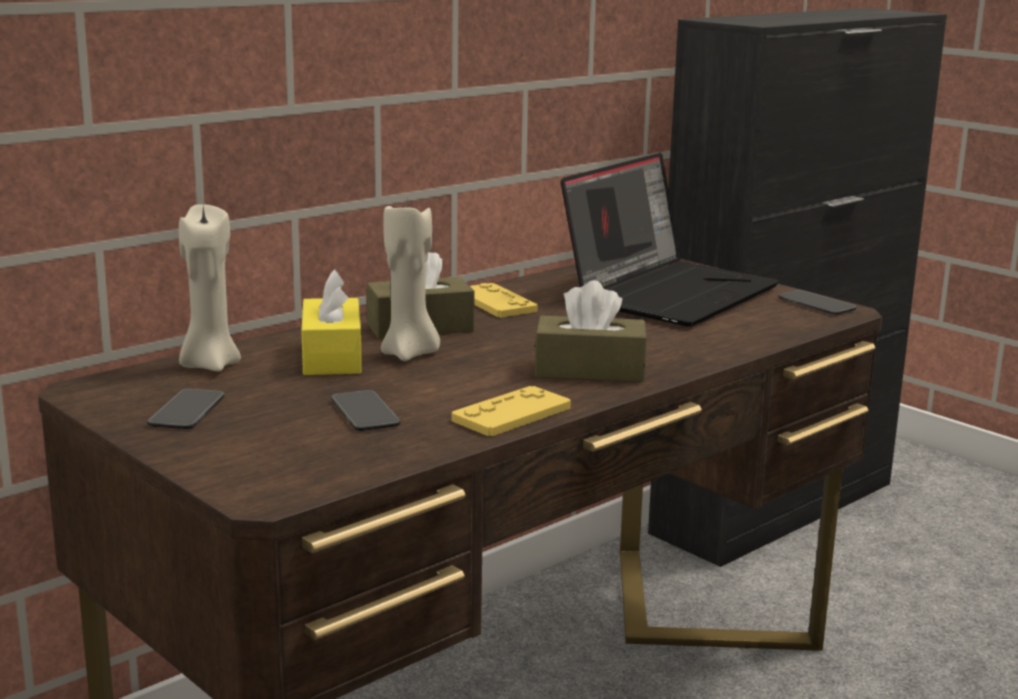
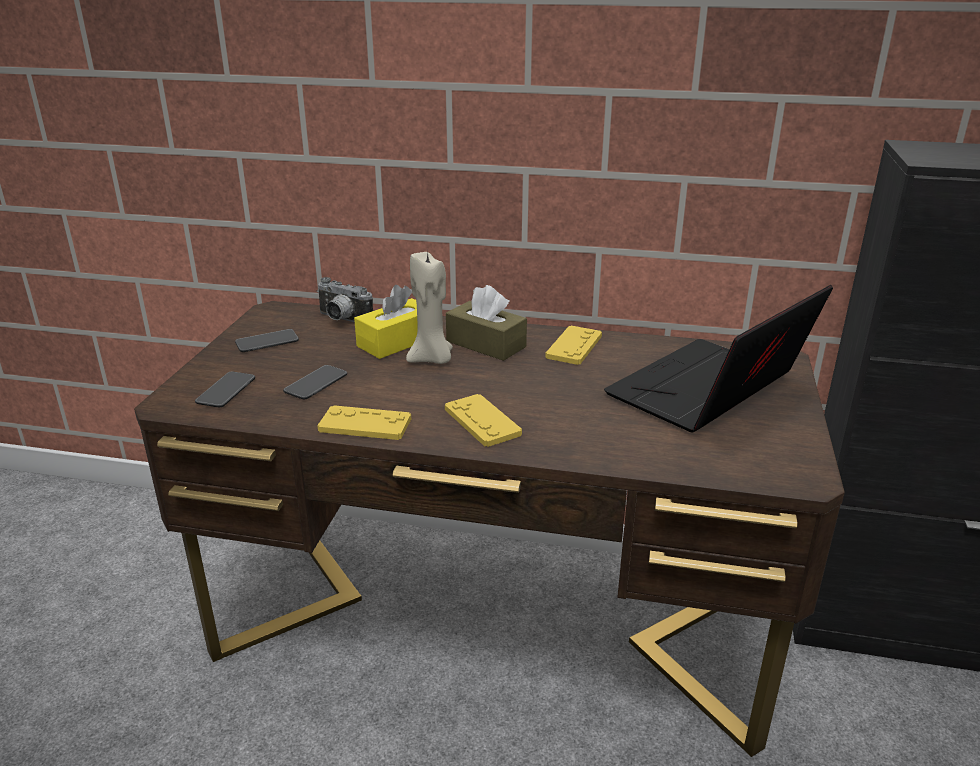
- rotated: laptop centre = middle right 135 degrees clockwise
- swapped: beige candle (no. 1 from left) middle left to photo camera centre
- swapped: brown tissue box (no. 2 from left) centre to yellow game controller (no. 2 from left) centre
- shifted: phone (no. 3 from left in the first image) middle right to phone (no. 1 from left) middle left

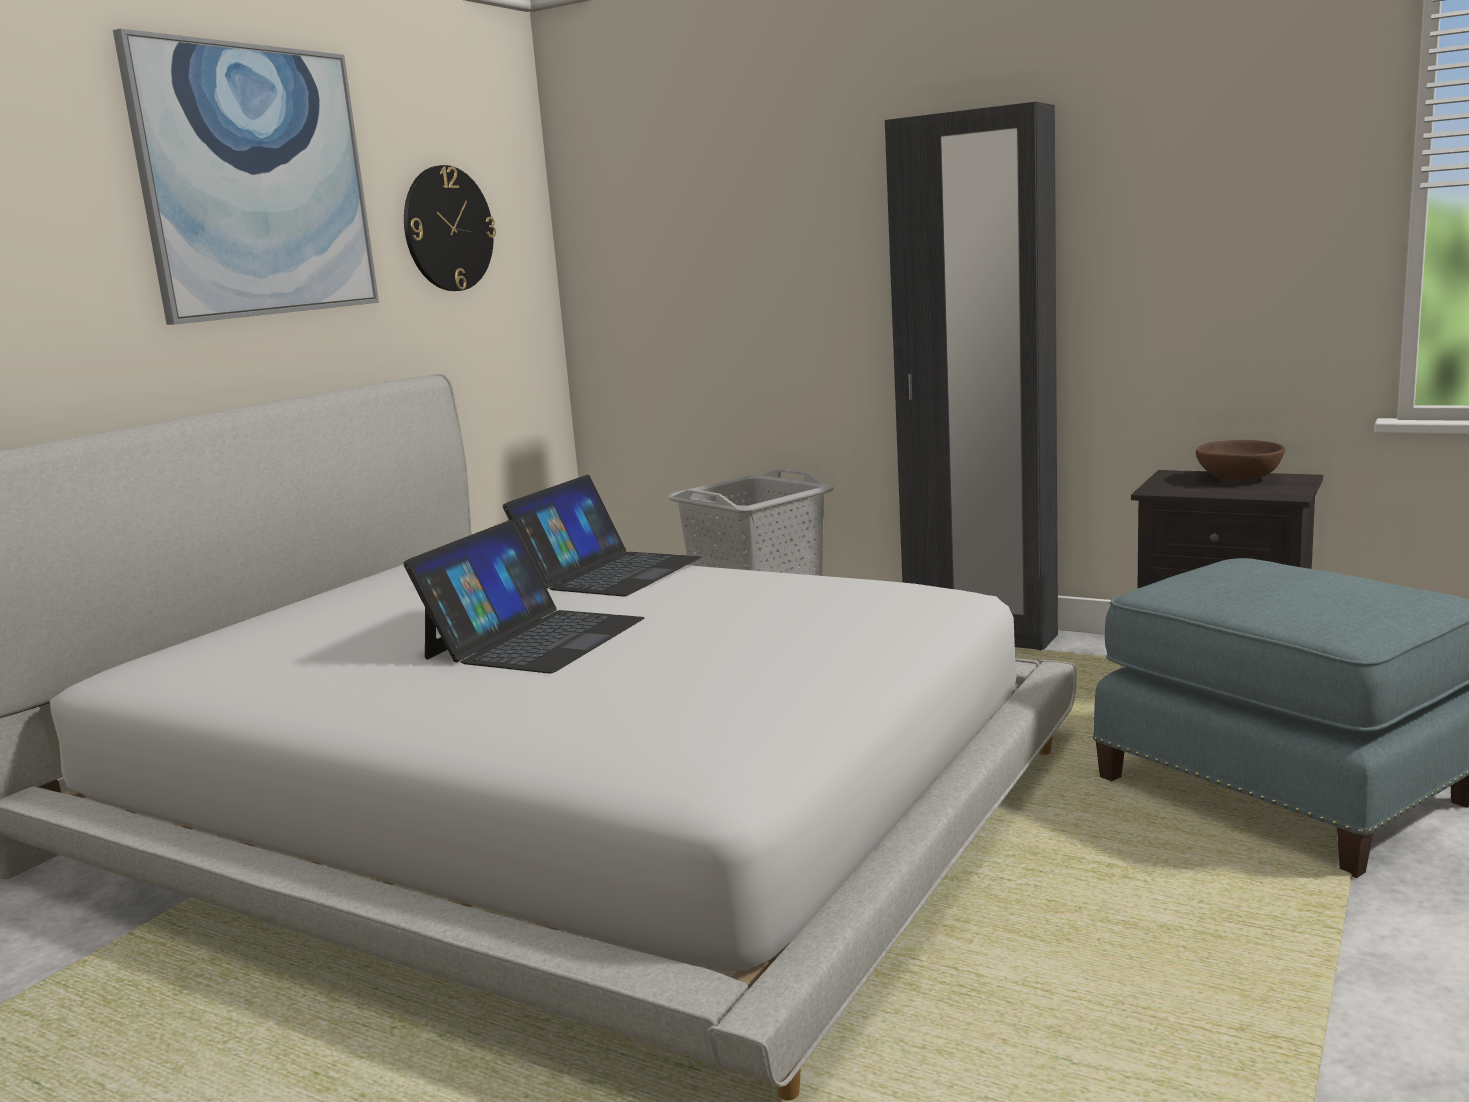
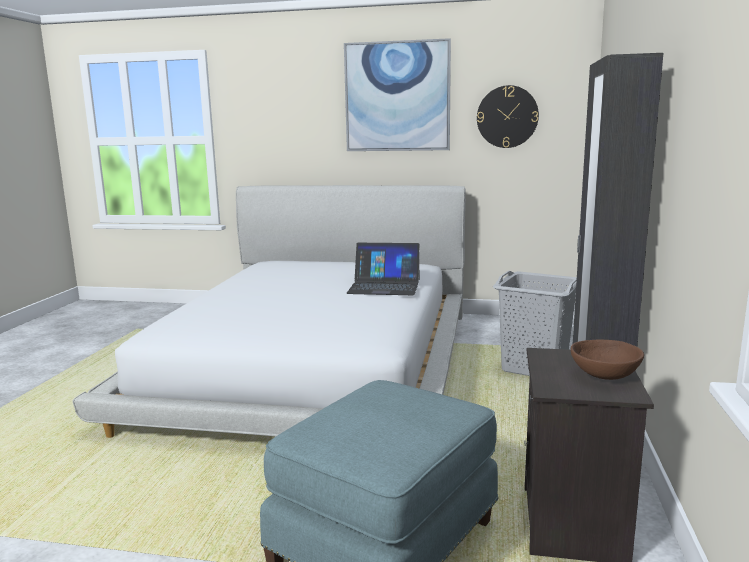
- gone: laptop (no. 1 from left) centre

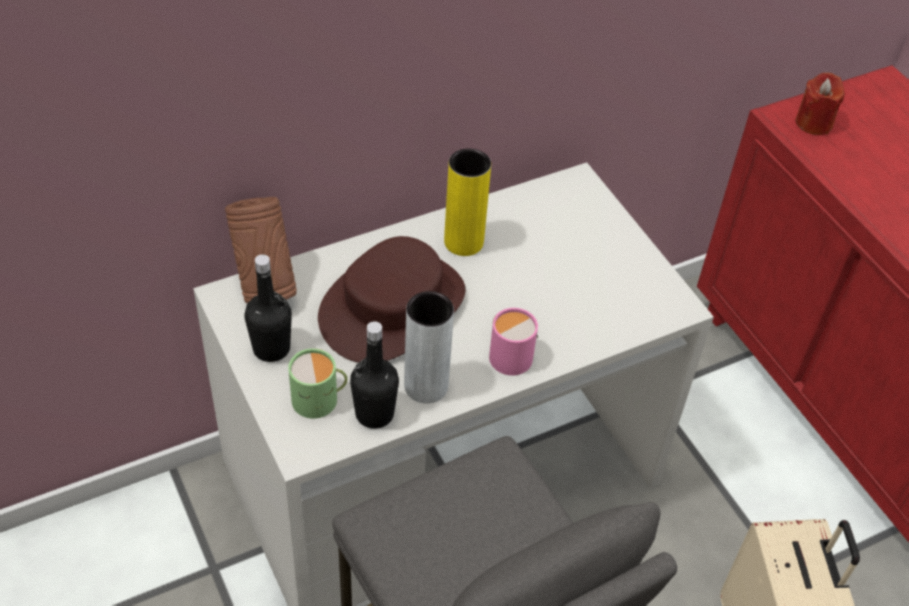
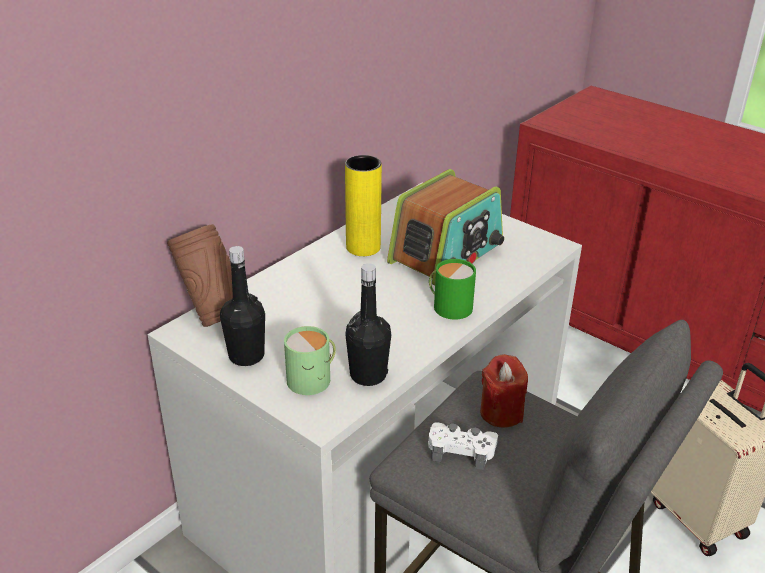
- shifted: red candle top right to bottom centre
- gone: brown hat centre
- gone: grey vase centre
- repainted: pink mug centre to green mug (no. 2 from left) centre
- new: radio centre
- new: white game controller bottom centre

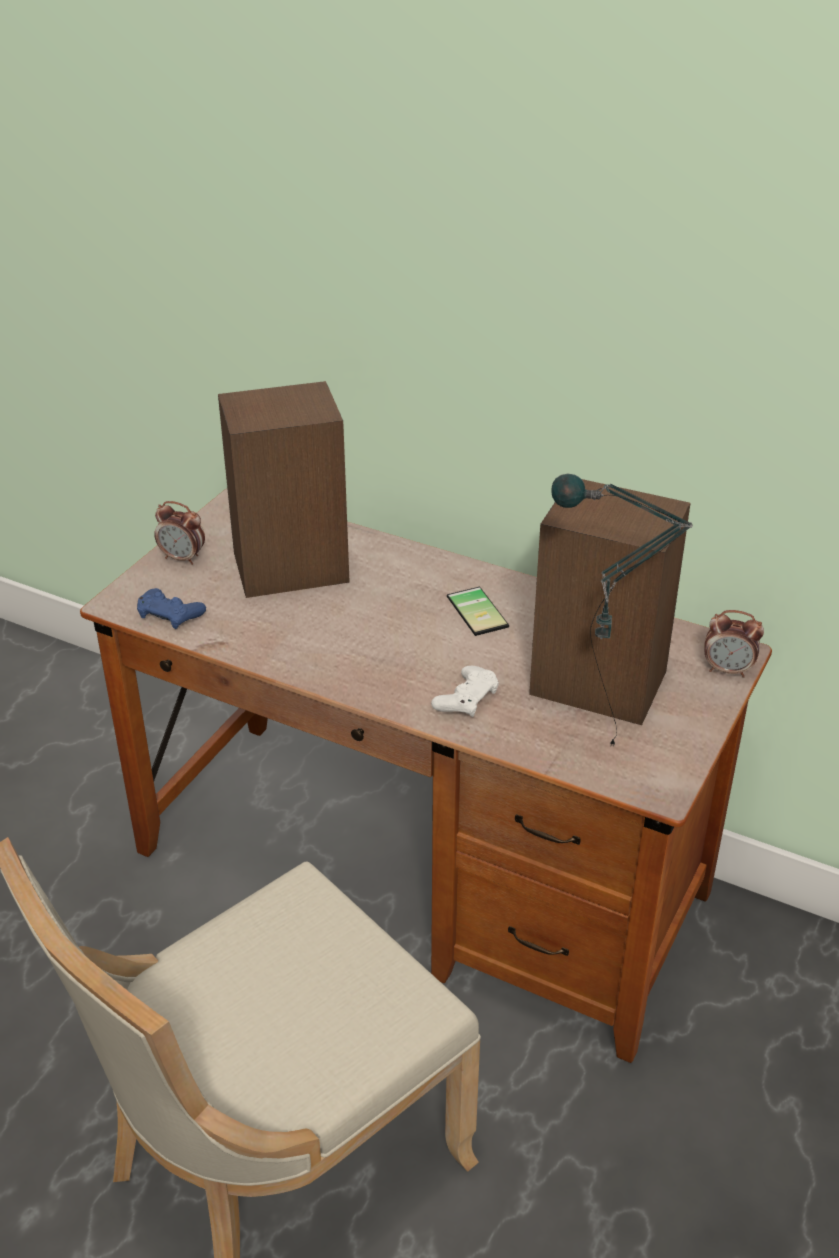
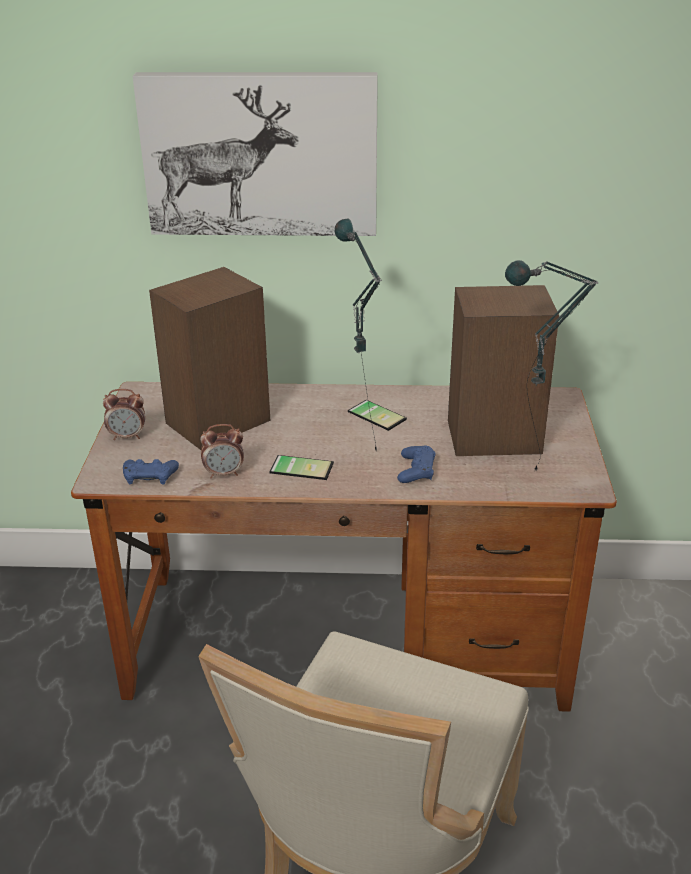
- shifted: alarm clock (no. 2 from left) middle right to middle left
- repainted: white game controller centre to blue game controller (no. 2 from left) centre
- new: picture top centre
- new: table lamp (no. 1 from left) centre
- new: phone (no. 1 from left) centre

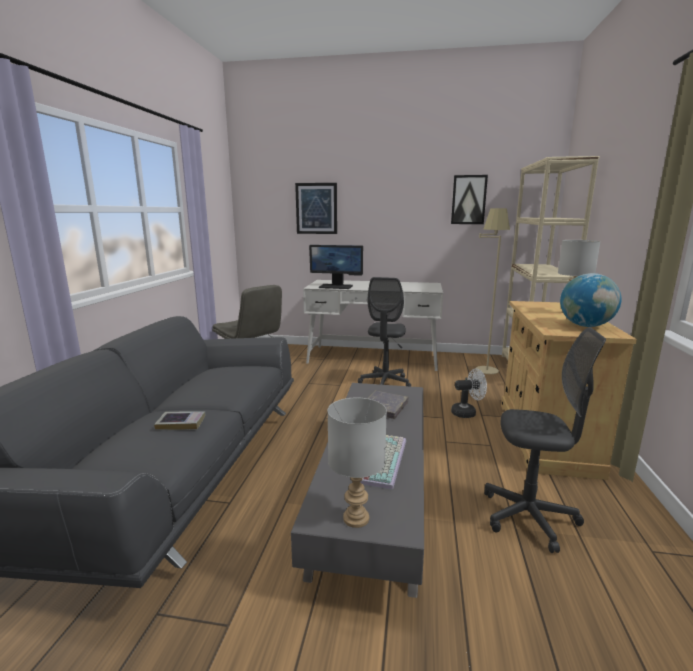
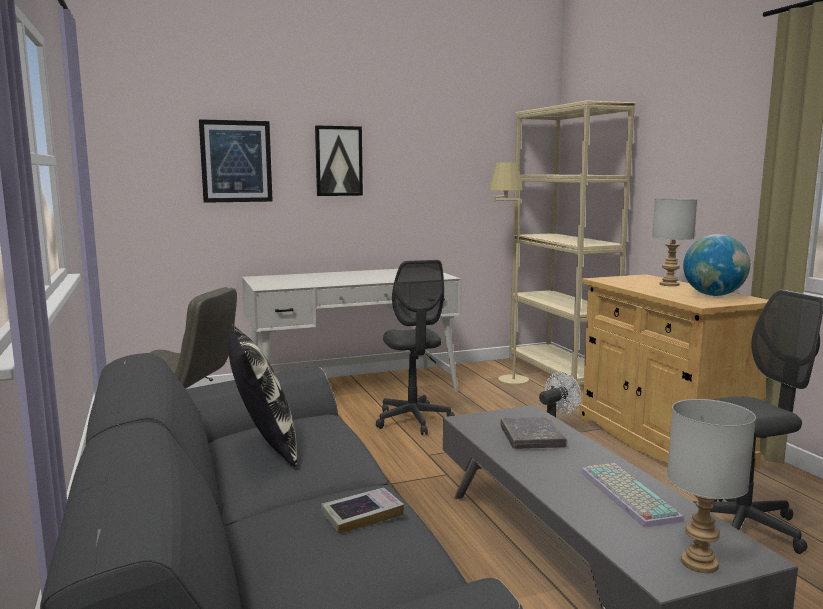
- shifted: picture (no. 2 from left) top right to top centre
- gone: monitor centre
- new: pillow middle left

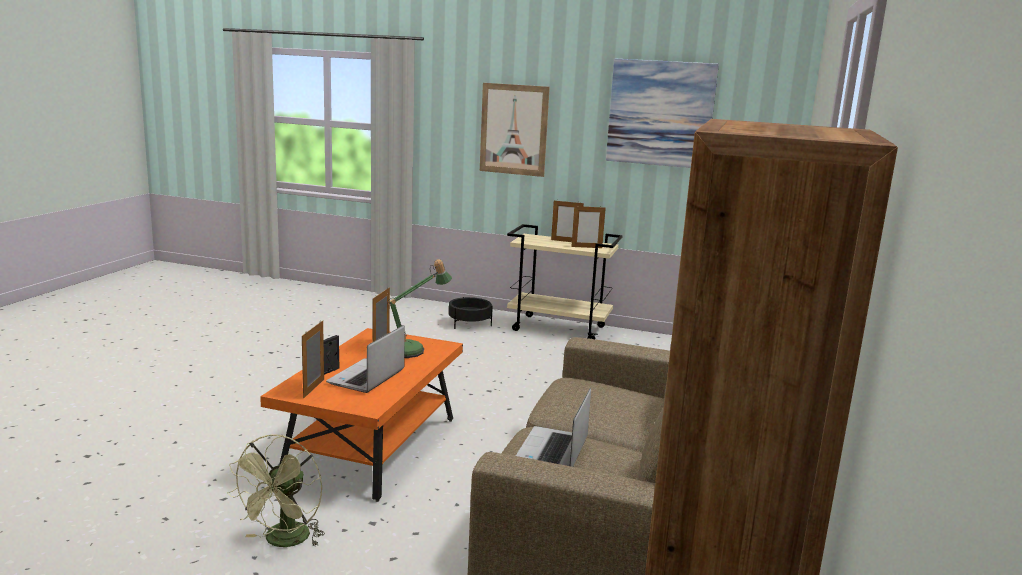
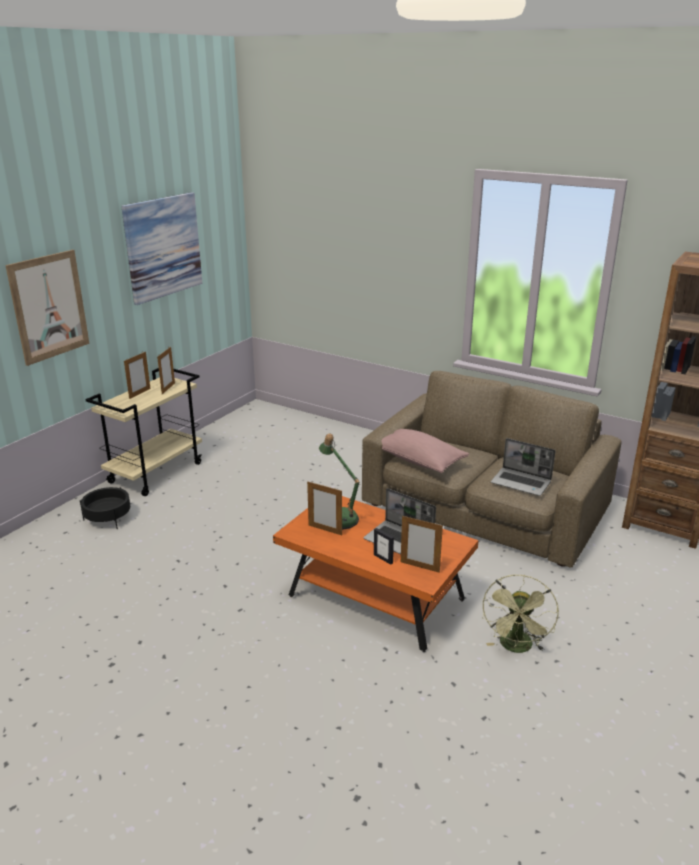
- rotated: green fan bottom left = bottom right 75 degrees clockwise
- new: pink pillow centre

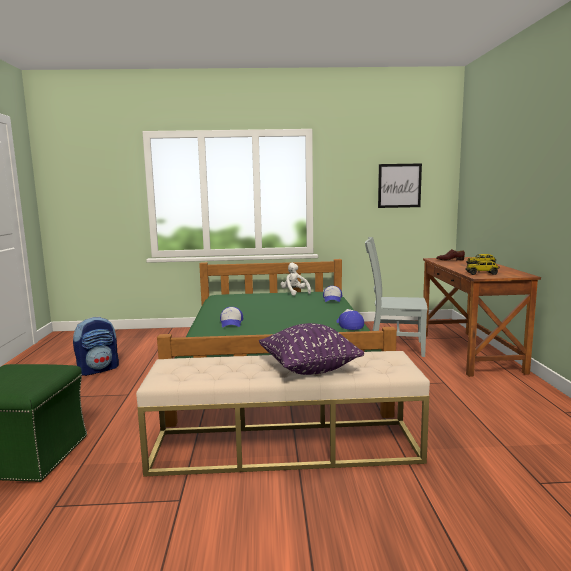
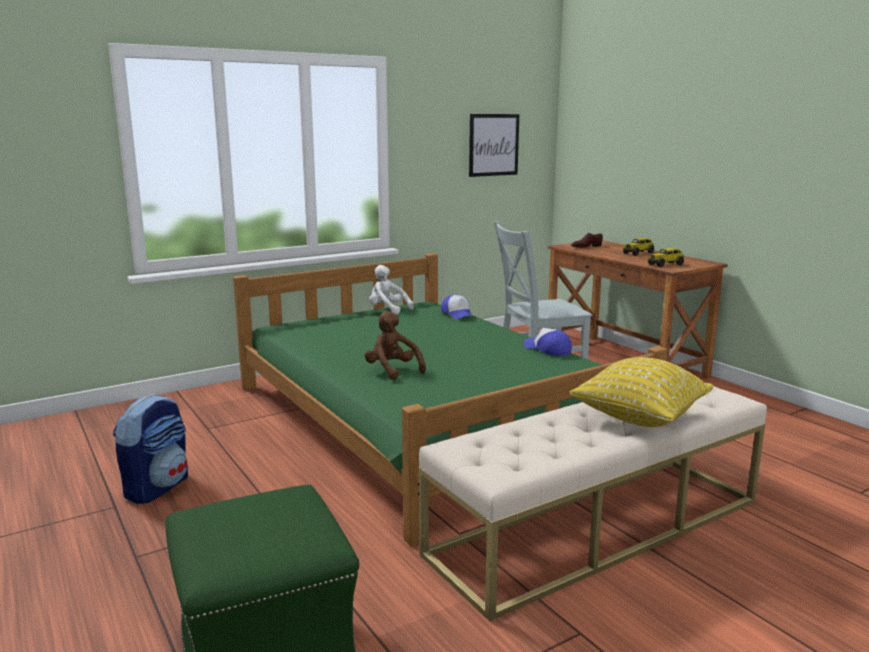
- swapped: cap (no. 1 from left) centre to brown plush toy centre
- repainted: purple pillow centre to yellow pillow middle right

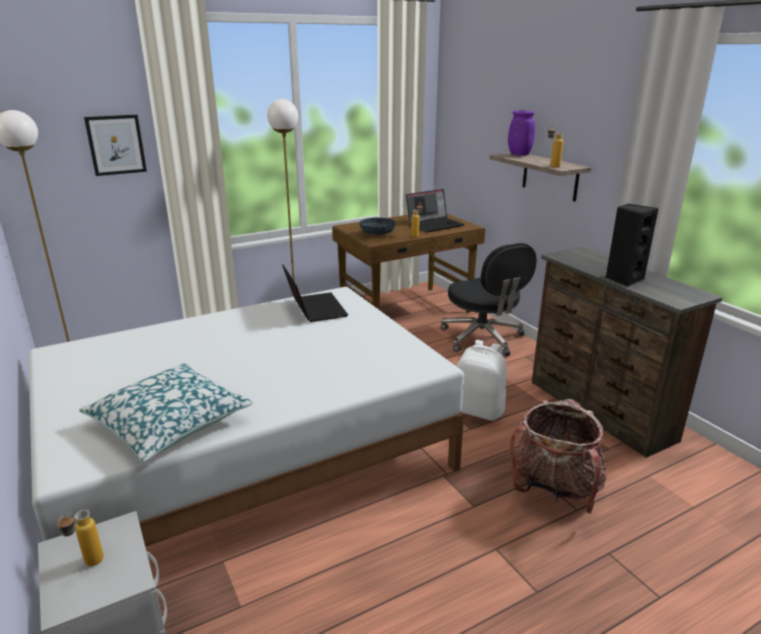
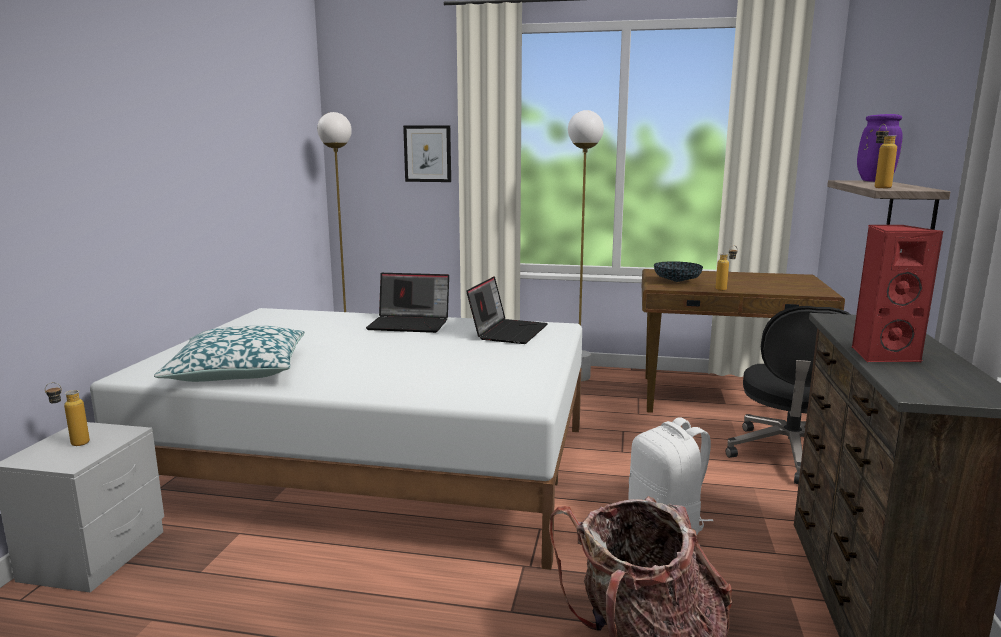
- shifted: laptop (no. 2 from left in the first image) top centre to laptop (no. 1 from left) centre
- repainted: black speaker middle right to red speaker middle right

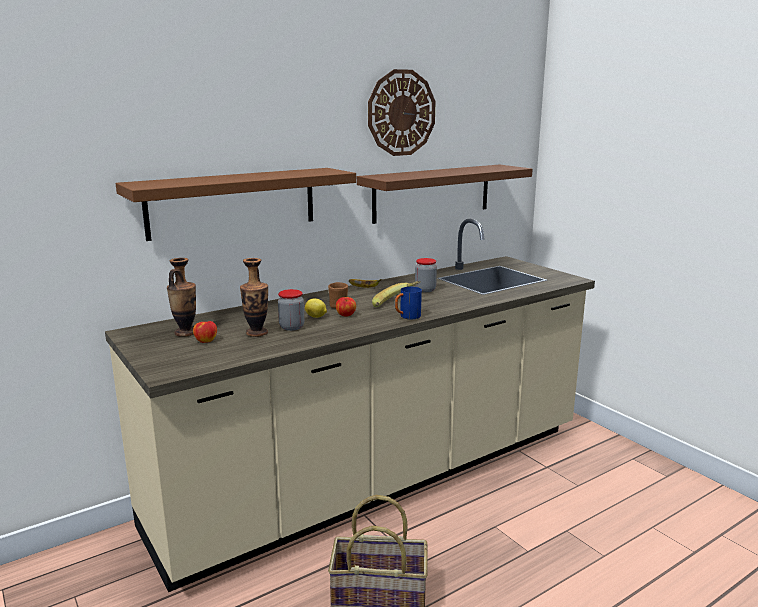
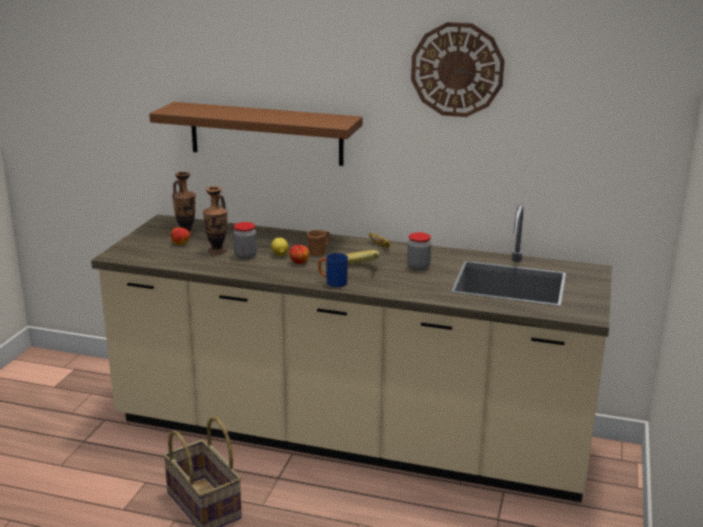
- gone: brown shelf (no. 2 from left) top centre

